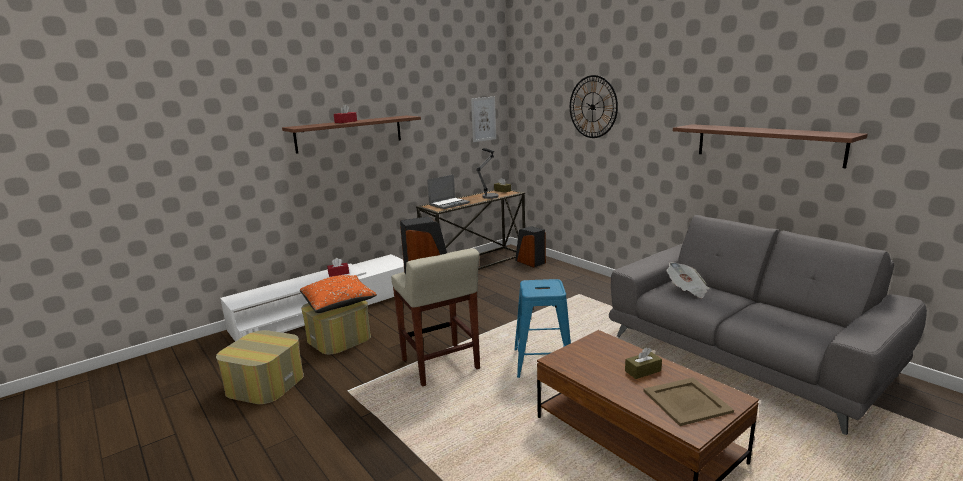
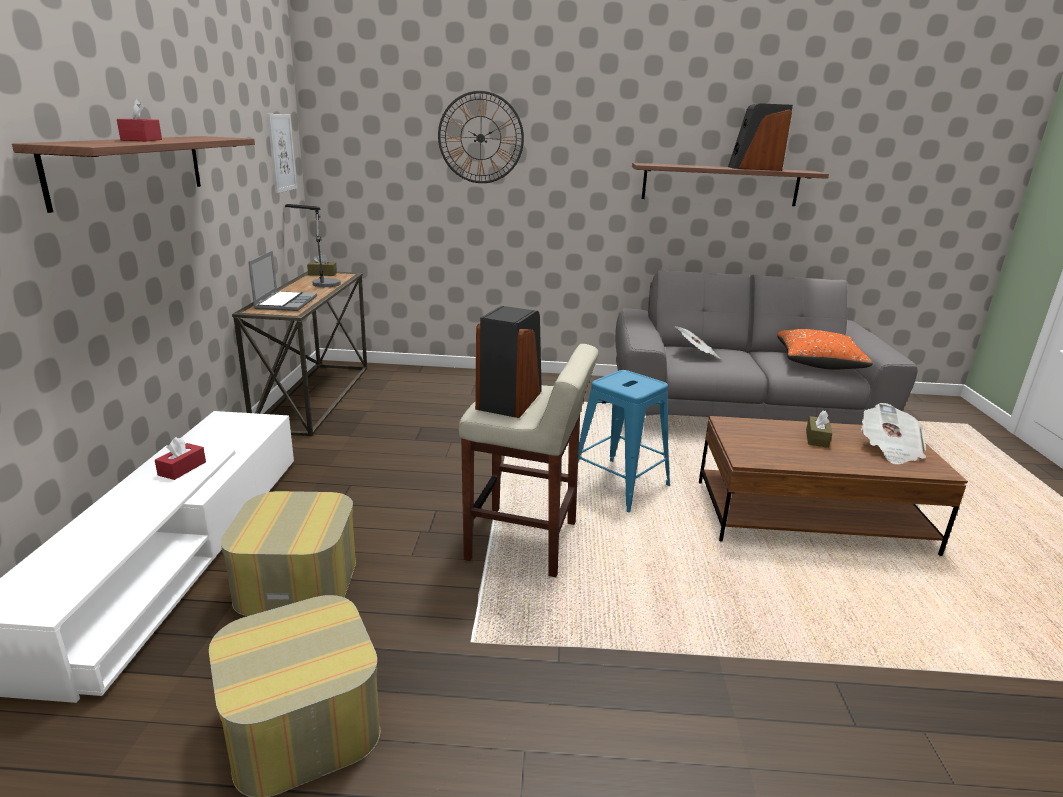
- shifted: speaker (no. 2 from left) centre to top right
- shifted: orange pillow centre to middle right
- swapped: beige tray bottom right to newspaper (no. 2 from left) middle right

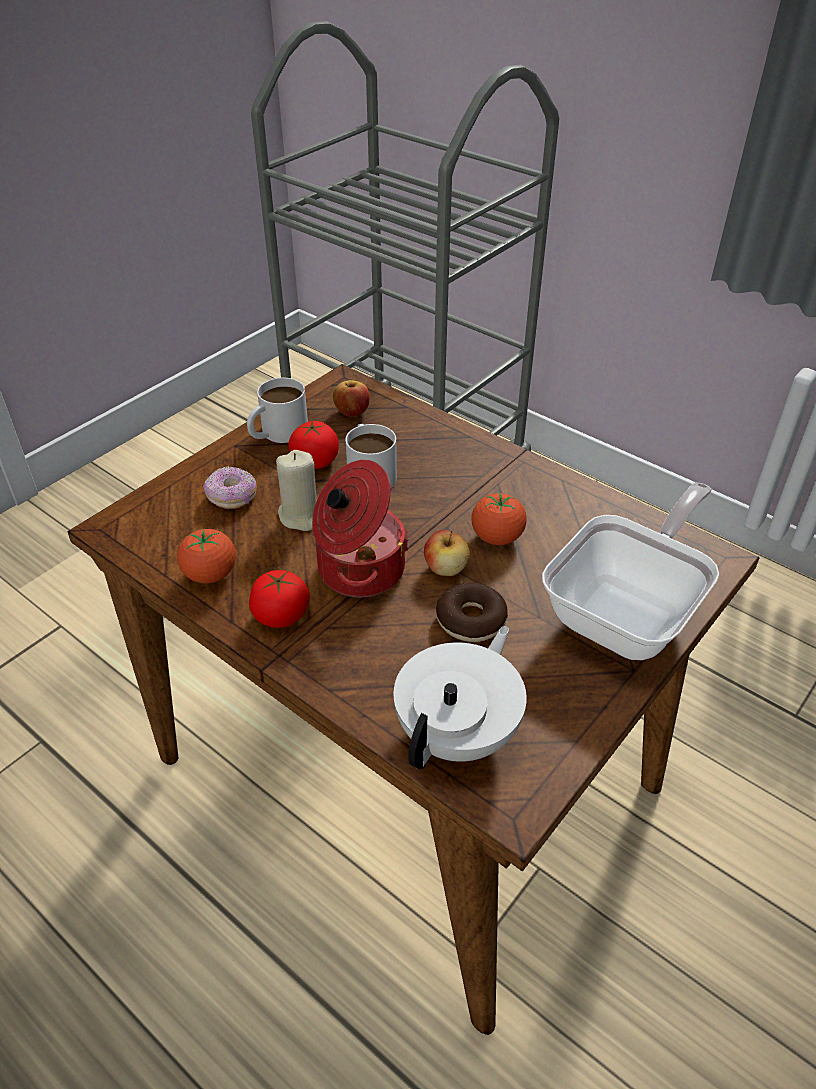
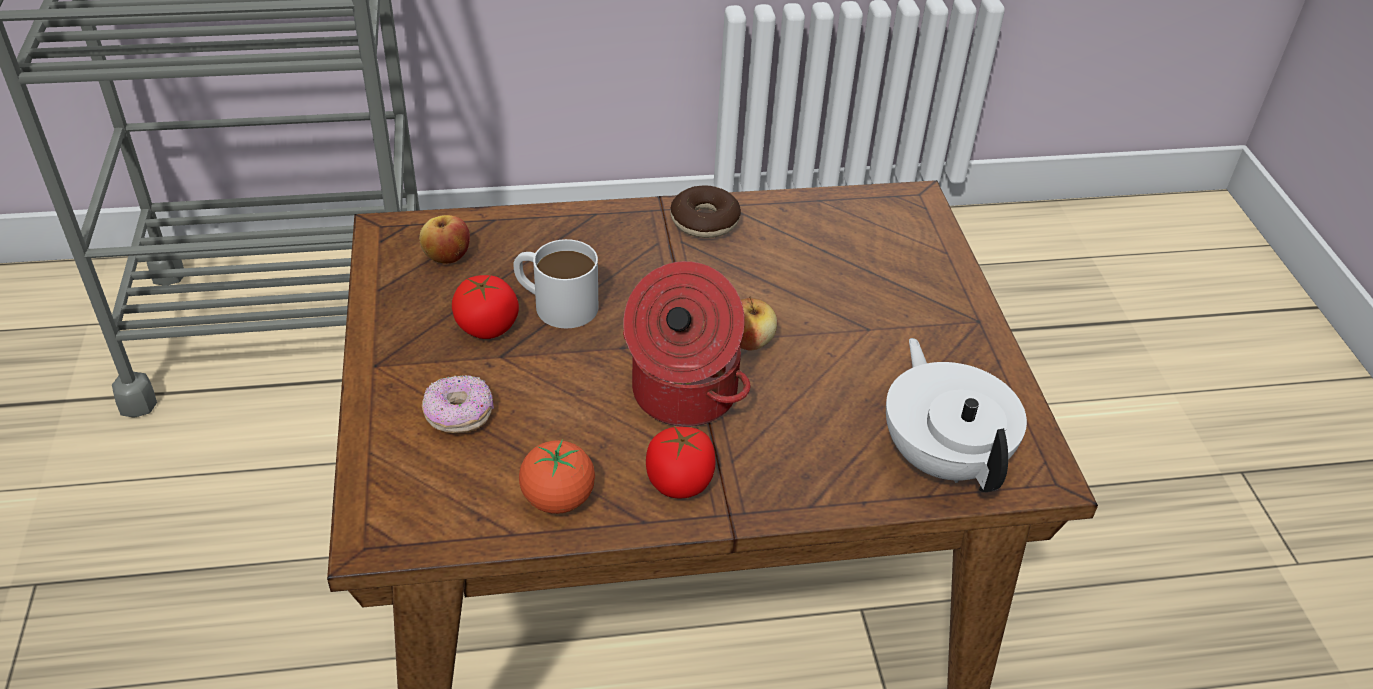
- gone: white mug (no. 1 from left) centre
- gone: beige candle centre
- gone: frying pan middle right
- gone: tomato (no. 4 from left) centre
- shifted: donut (no. 2 from left) centre to top centre

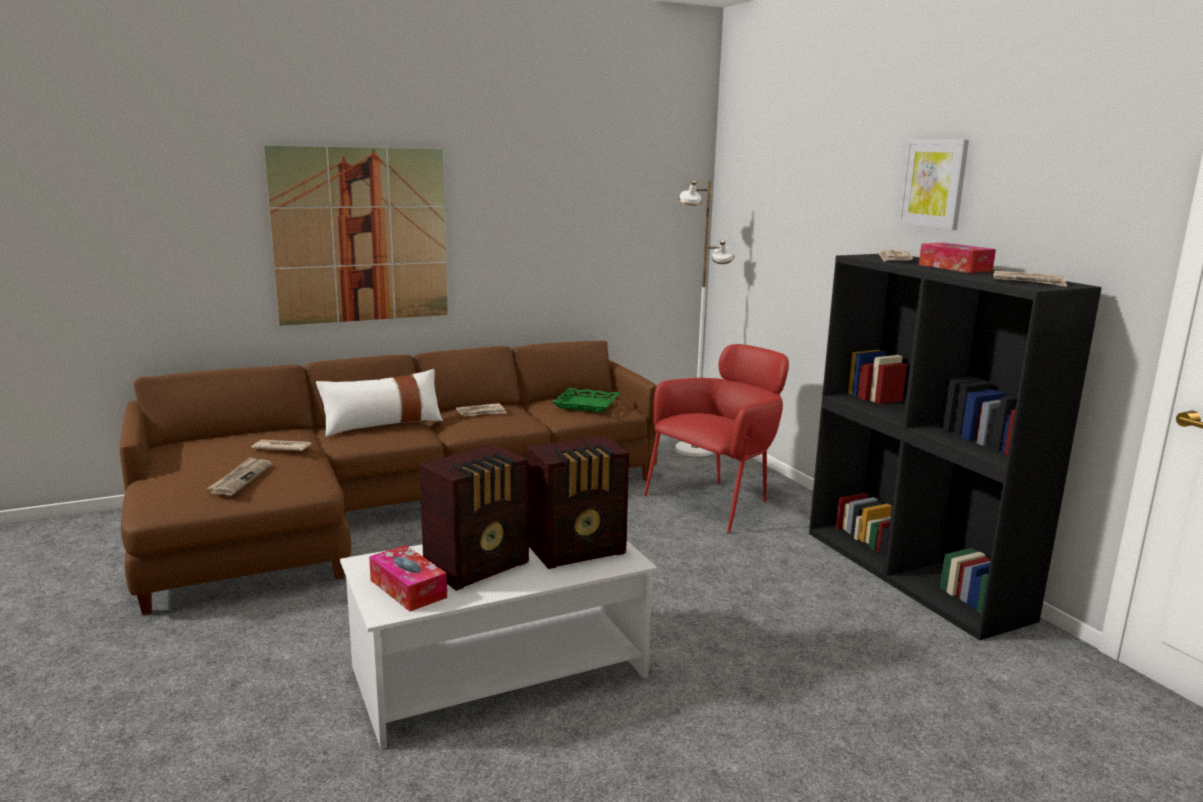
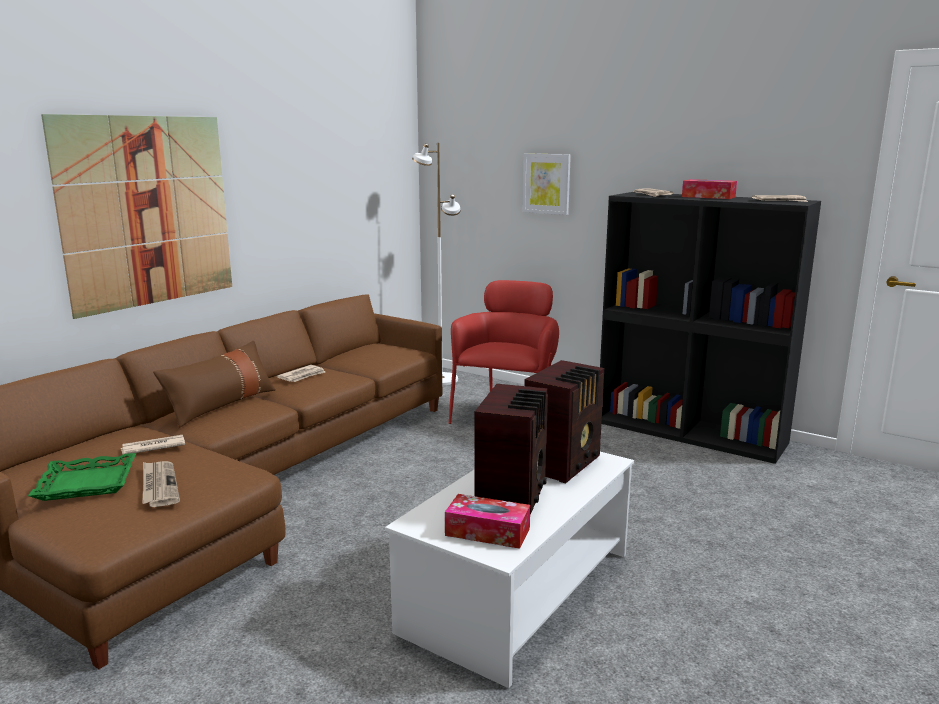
- shifted: picture (no. 2 from left) top right to top centre
- repainted: white pillow middle left to brown pillow middle left
- shifted: green tray centre to bottom left

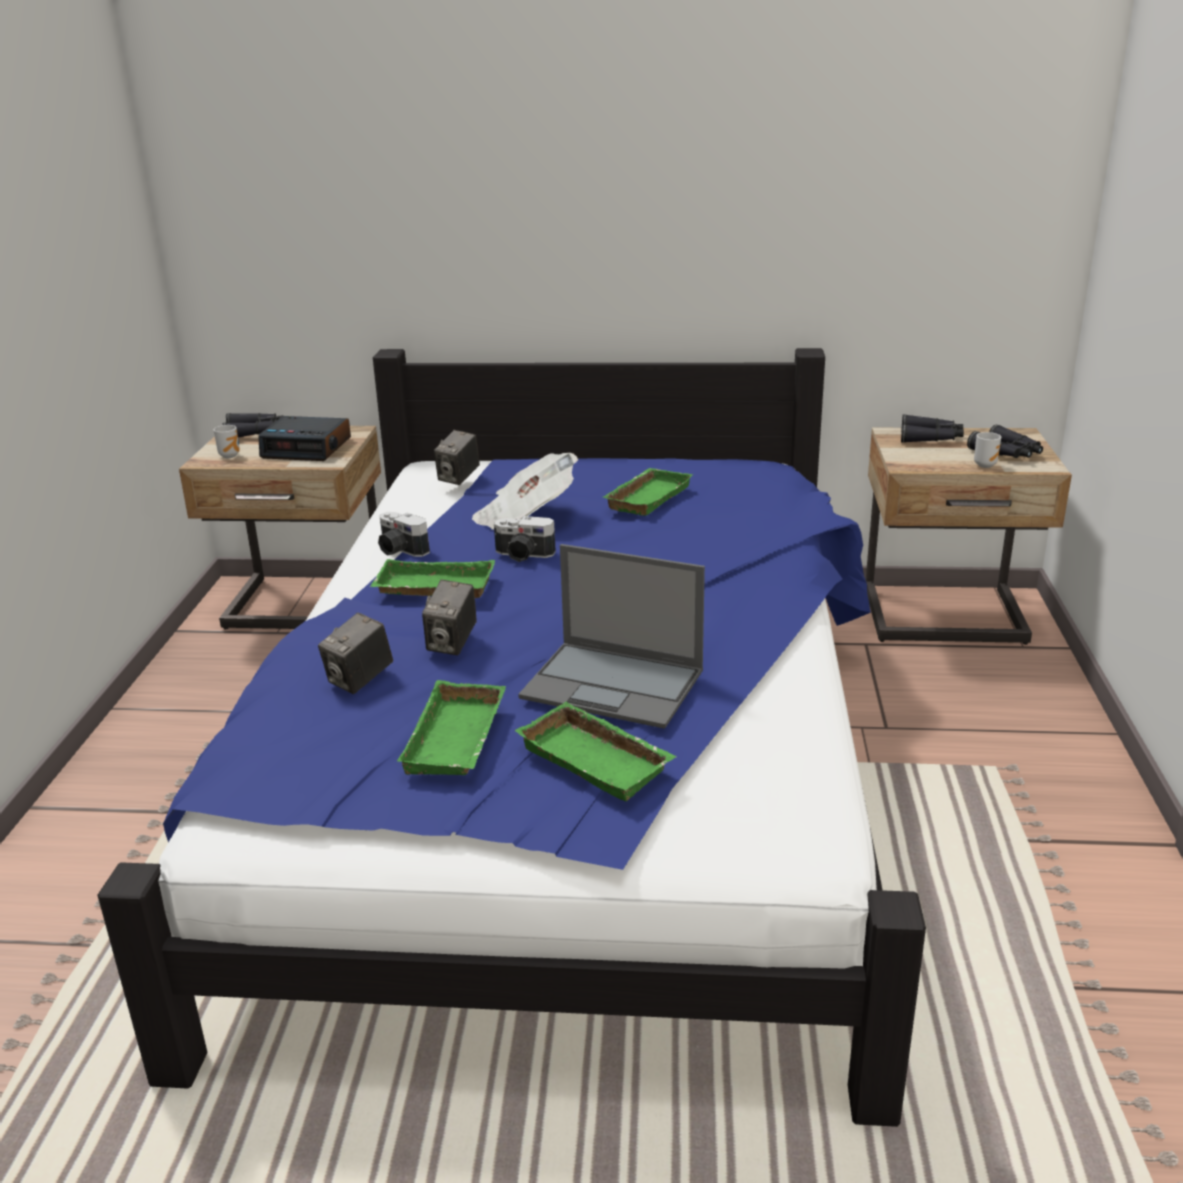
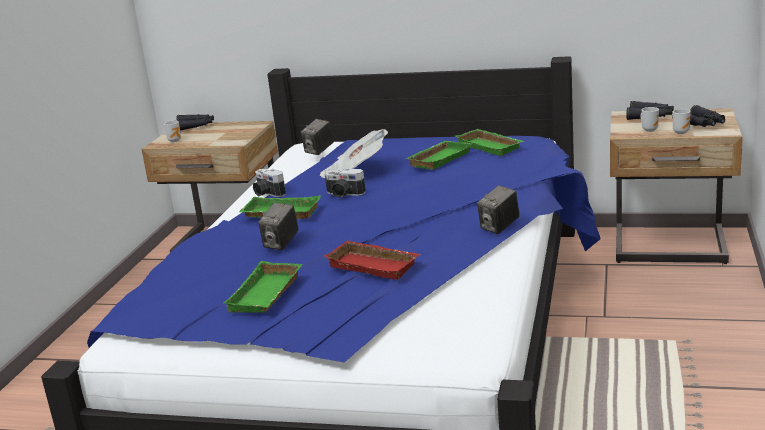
- gone: alarm clock middle left
- swapped: laptop centre to red tray centre
- shifted: photo camera (no. 1 from left in the first image) middle left to photo camera (no. 5 from left) centre
- shifted: green tray (no. 3 from left in the first image) centre to green tray (no. 4 from left) top centre
- new: mug (no. 2 from left) top right

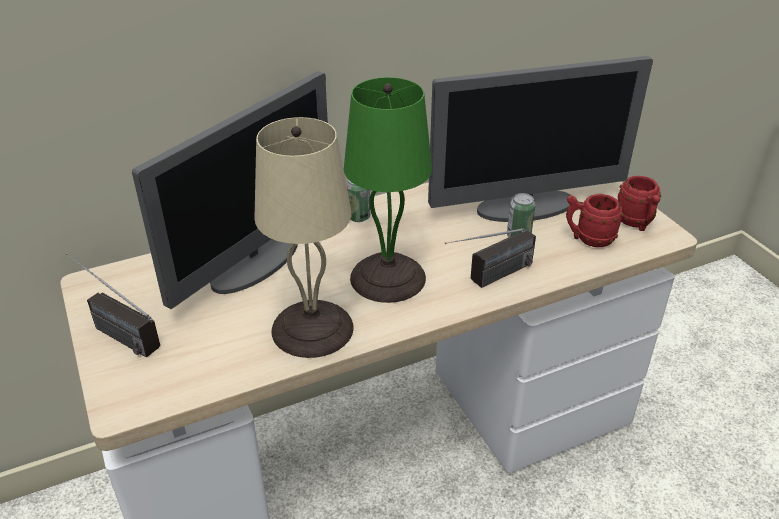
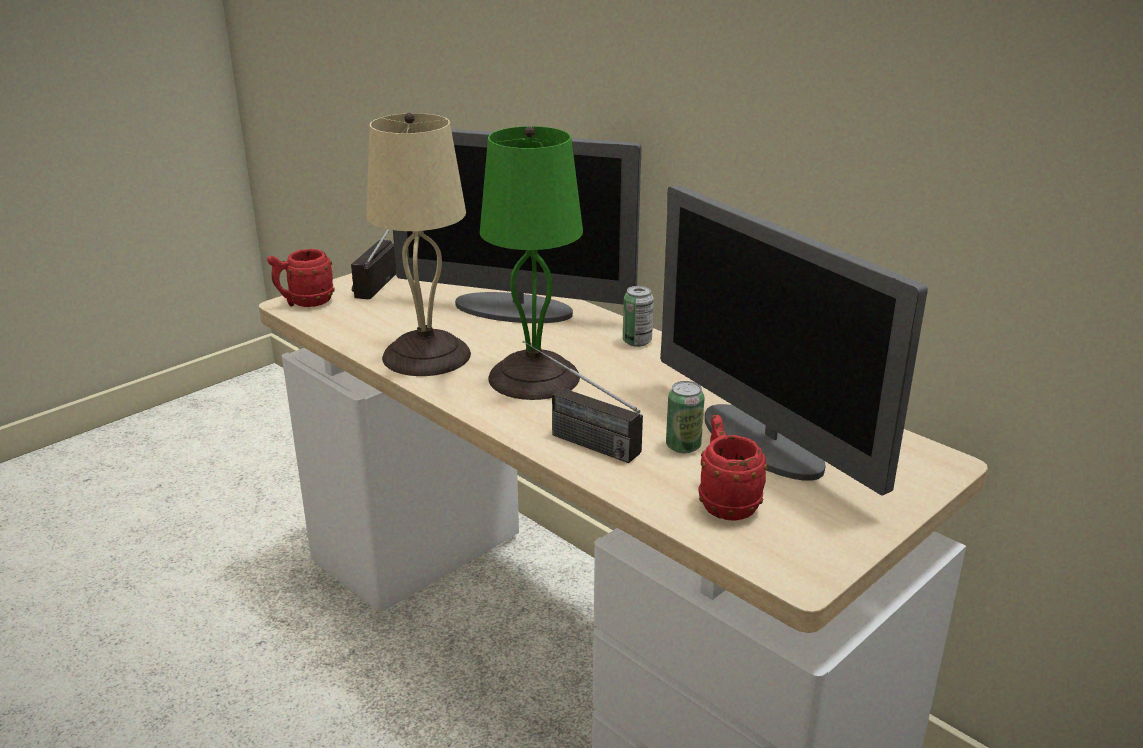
- shifted: red mug (no. 2 from left in the first image) middle right to red mug (no. 1 from left) middle left

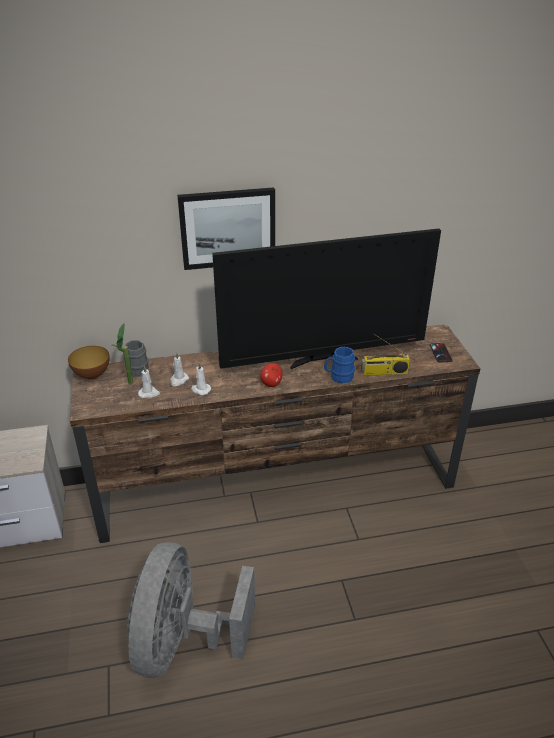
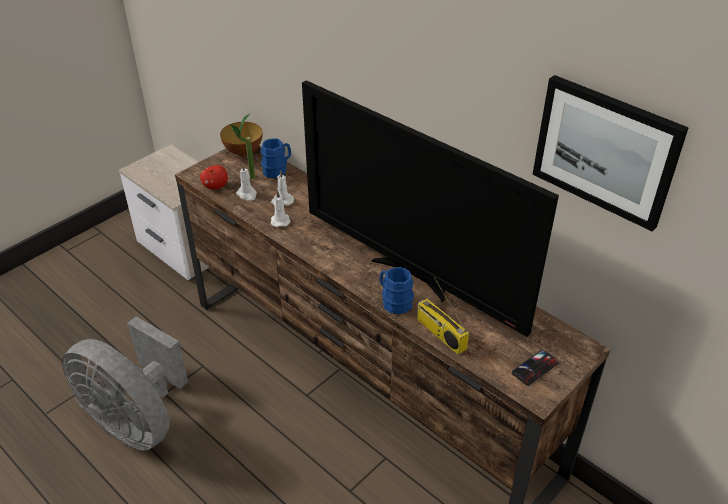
- shifted: picture top centre to top right
- repainted: grey mug middle left to blue mug (no. 1 from left) top centre
- shifted: apple centre to middle left
- rotated: grey fan bottom centre = bottom left 120 degrees counterclockwise

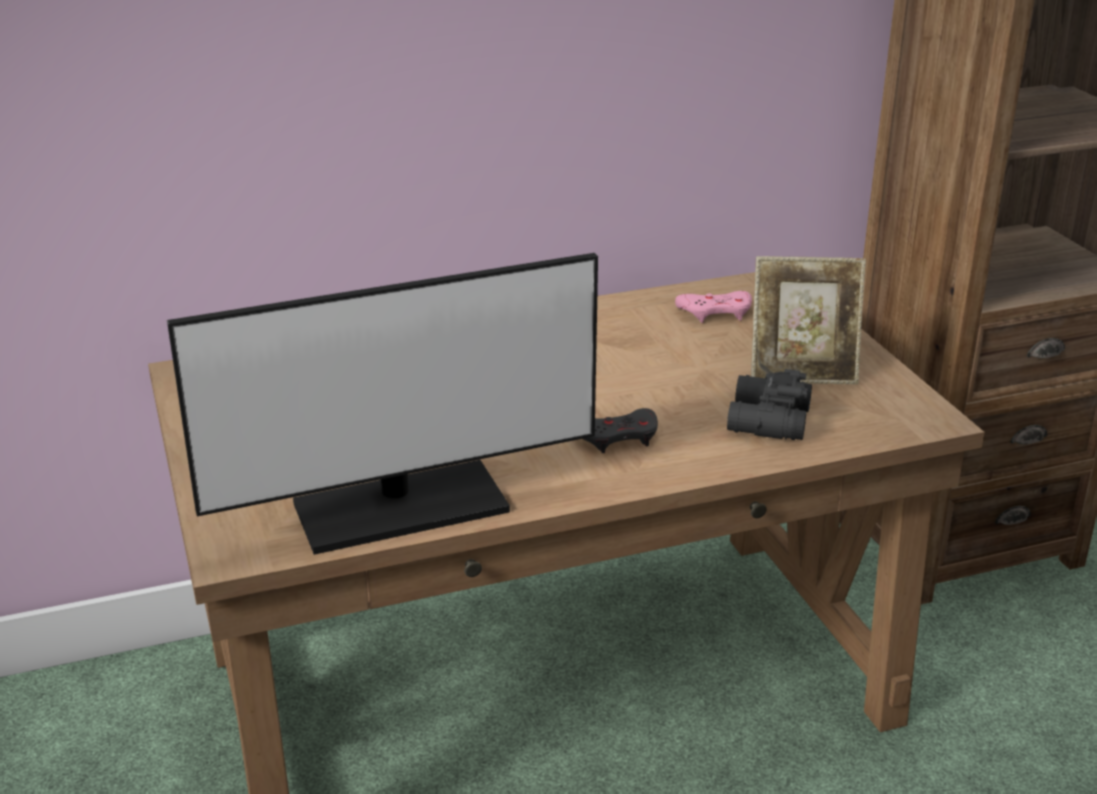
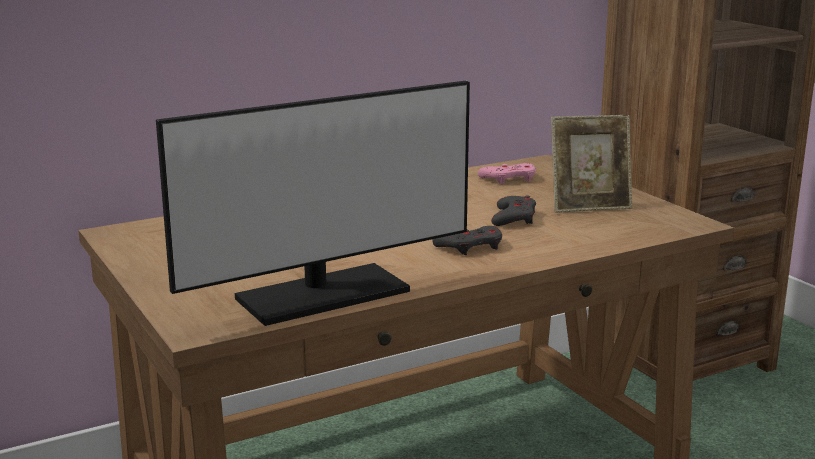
- gone: black binoculars middle right
- new: grey game controller (no. 2 from left) centre

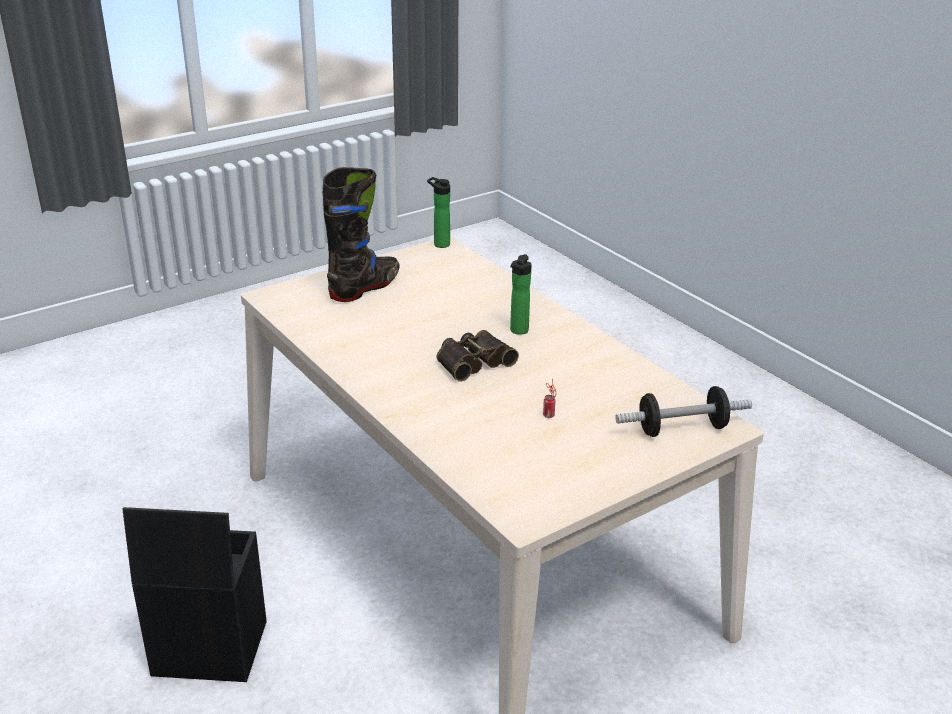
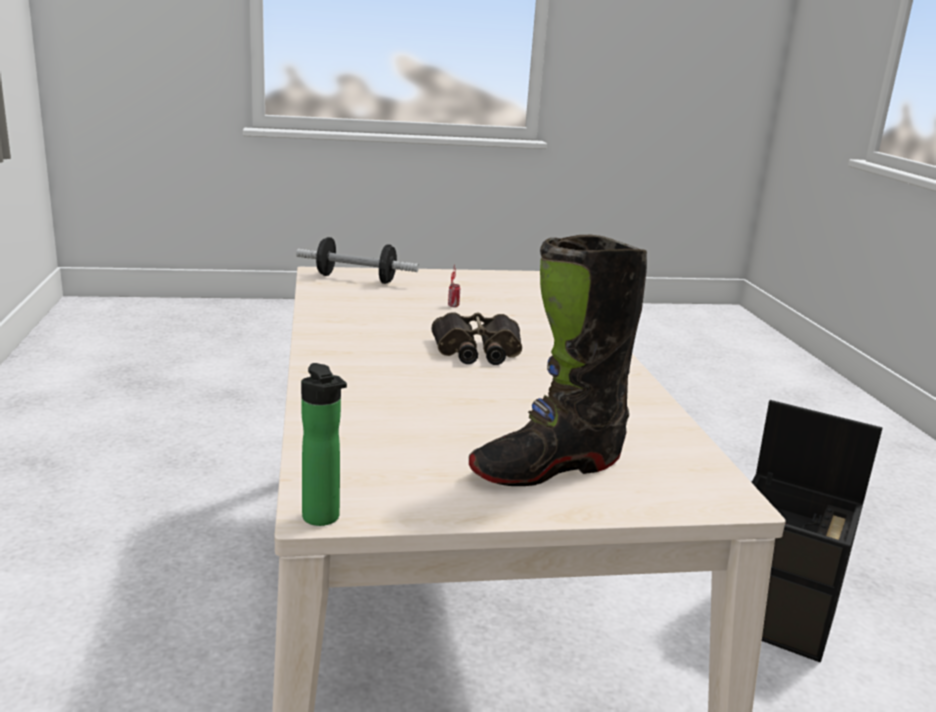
- gone: bottle (no. 2 from left) centre

